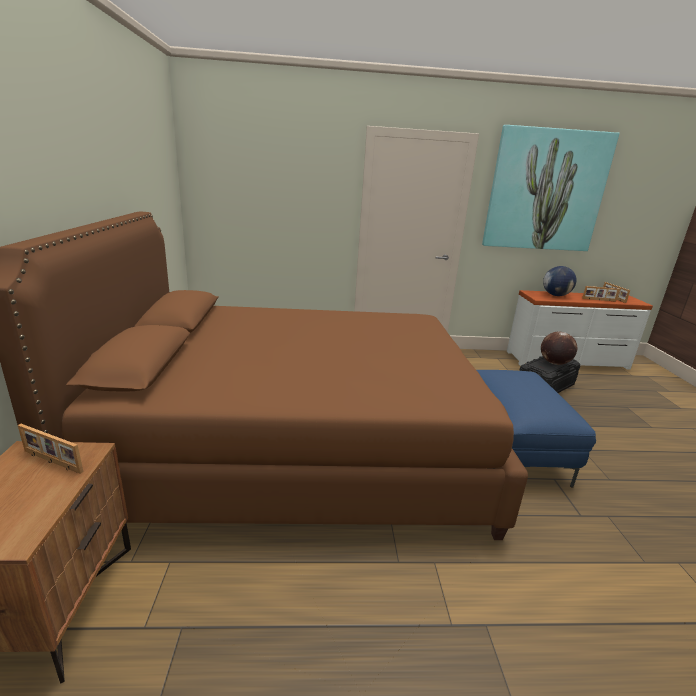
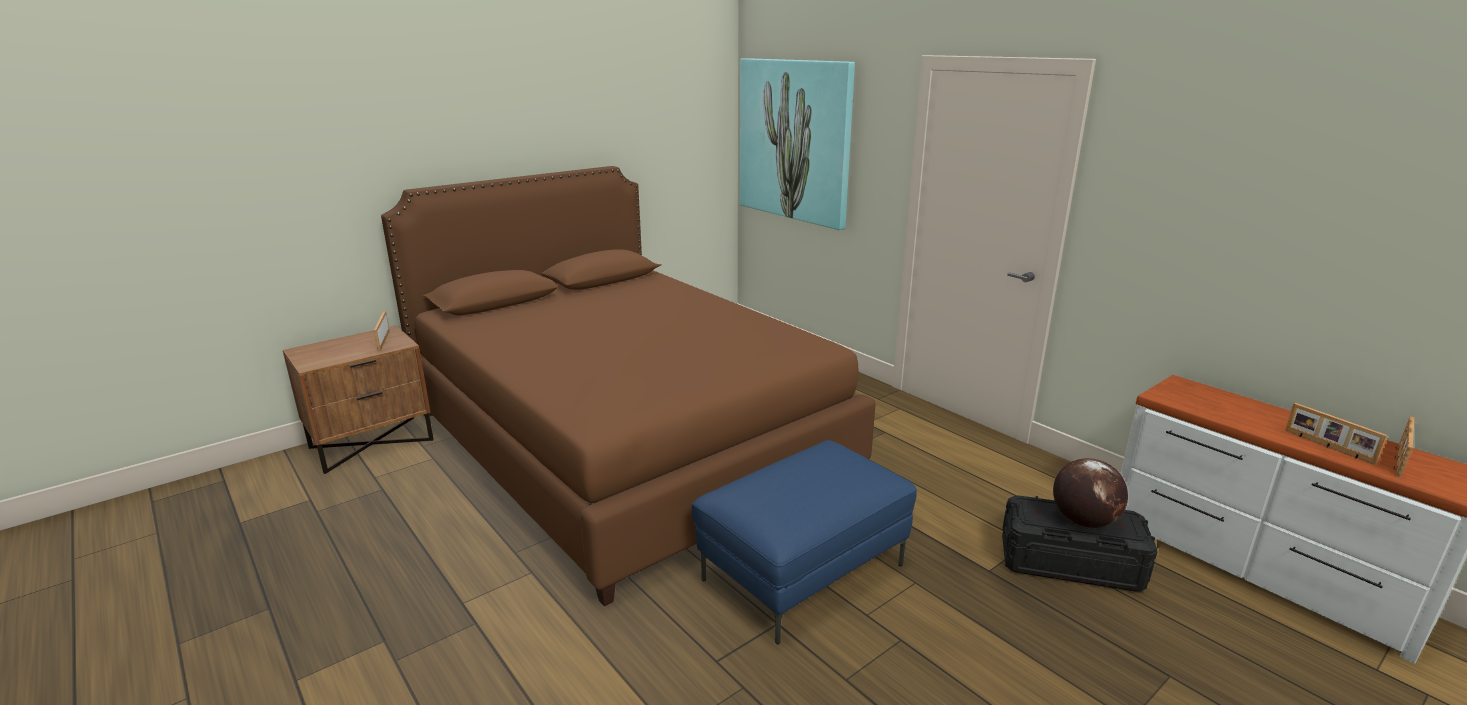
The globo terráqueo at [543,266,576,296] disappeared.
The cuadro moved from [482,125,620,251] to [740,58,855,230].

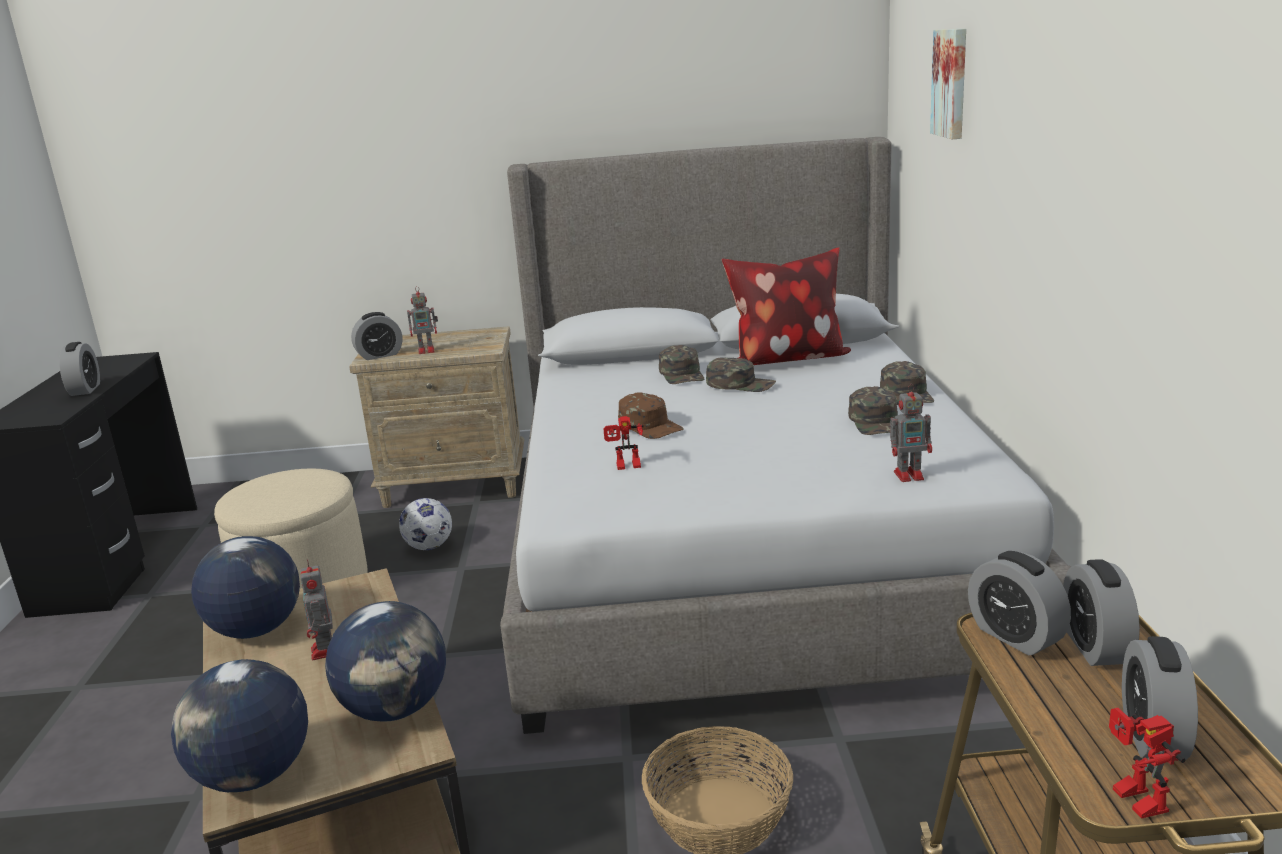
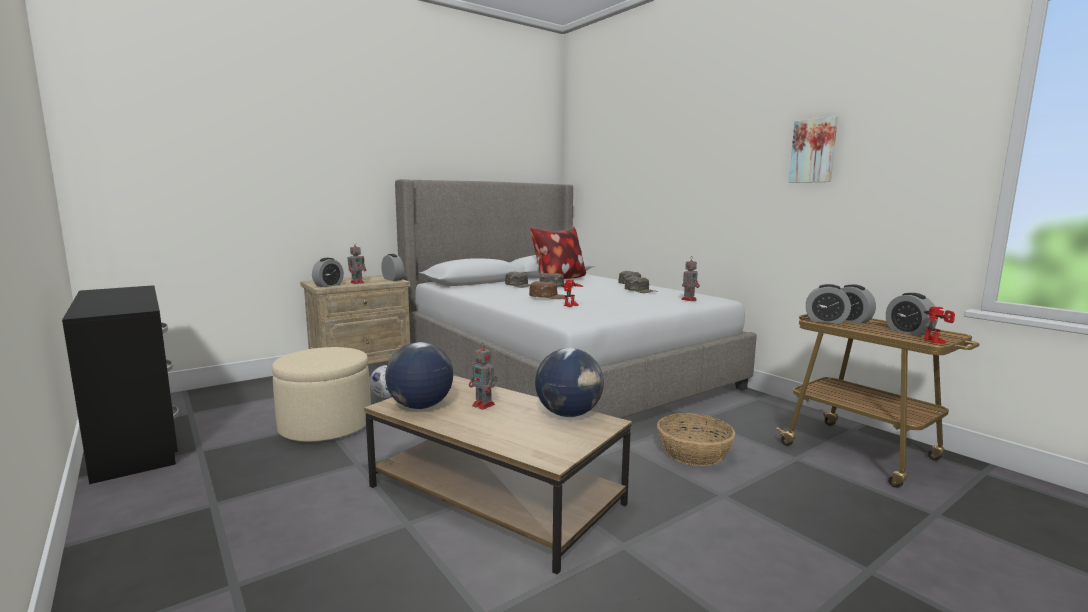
The globo terráqueo at [171,659,308,792] disappeared.
The despertador moved from [59,342,100,396] to [381,254,404,281].
The cuadro moved from [930,29,966,139] to [789,116,838,183].
The robot de juguete at [1109,708,1186,819] turned 135 degrees counterclockwise.

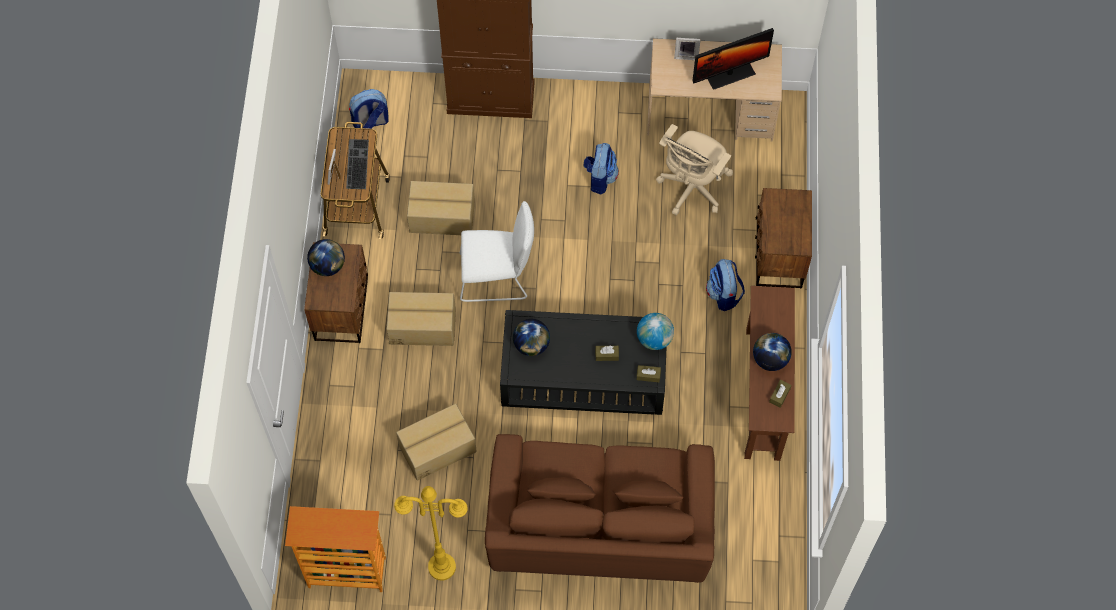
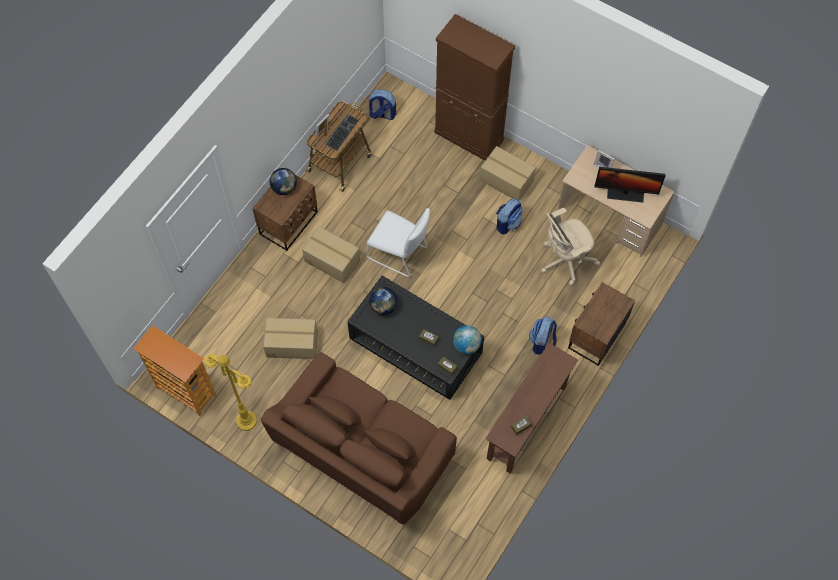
The globo terráqueo at [753,333,792,371] disappeared.
The caja de cartón moved from [407,181,475,235] to [480,146,536,201].

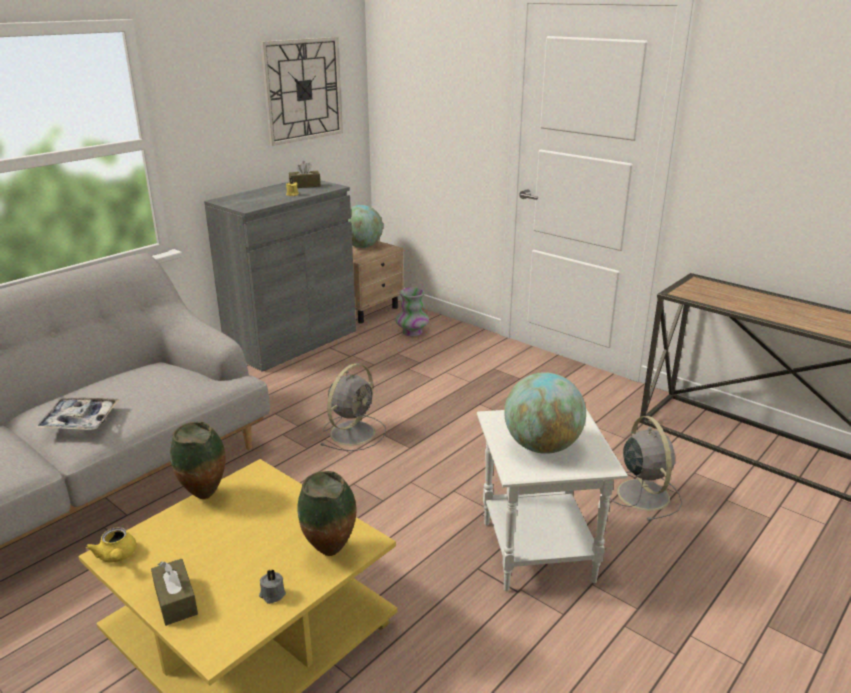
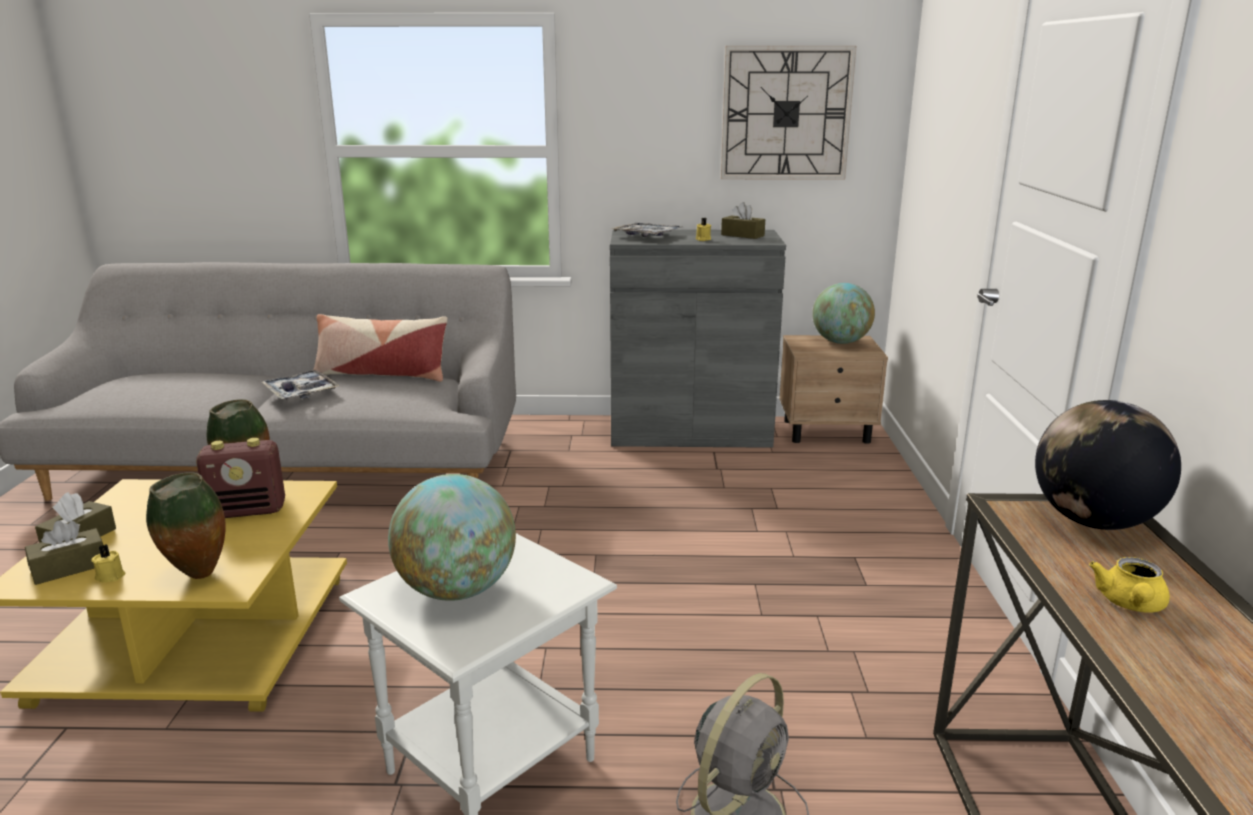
The ventilador (gris) at [321,363,386,451] disappeared.
The florero at [395,288,429,336] disappeared.
The caja de pañuelos (marrón) at [25,520,103,585] appeared.
The radio at [196,438,285,518] appeared.
The cojín at [313,314,448,382] appeared.
The bandeja at [611,223,682,237] appeared.
The globo terráqueo at [1035,400,1181,530] appeared.
The tetera (amarillo) moved from [86,527,137,563] to [1089,557,1170,613].
The vela (gris) at [259,569,286,604] became the vela (amarillo) at [91,545,126,582].

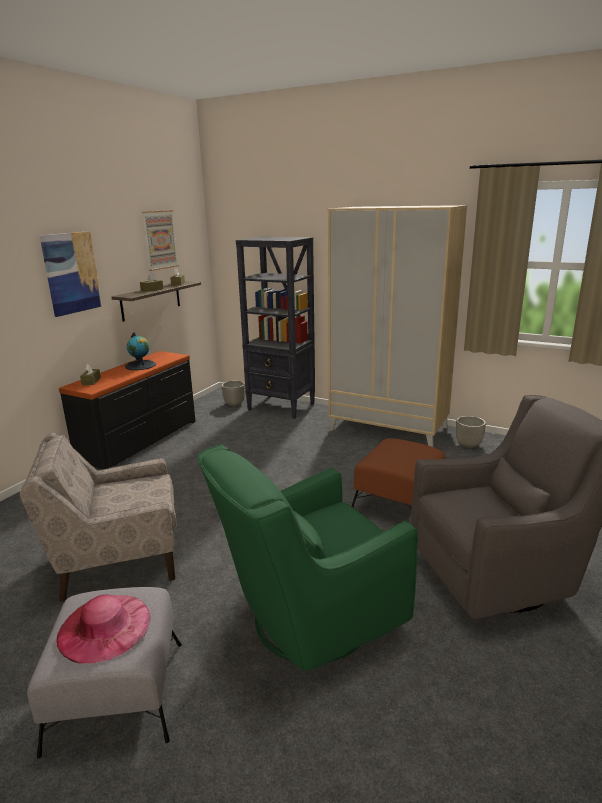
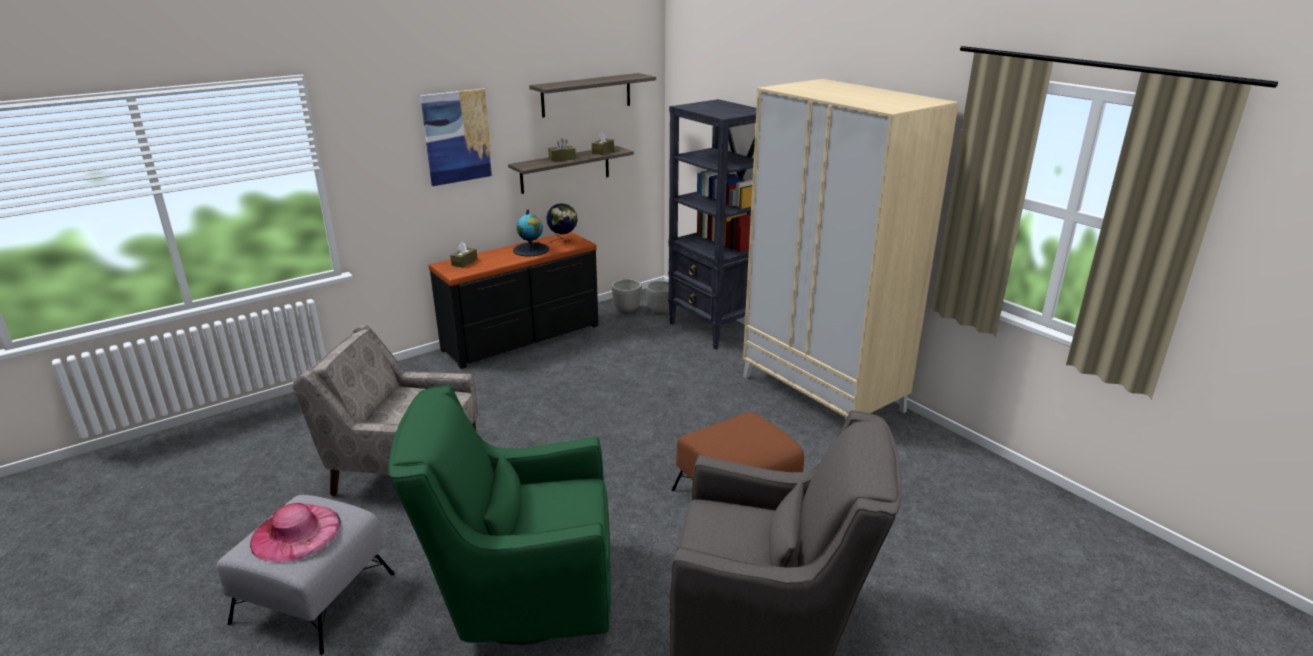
The globo terráqueo at [546,203,578,244] appeared.
The maceta moved from [456,416,486,448] to [612,279,642,313].
The cuadro at [142,210,179,271] was replaced by the estante at [529,73,656,118].

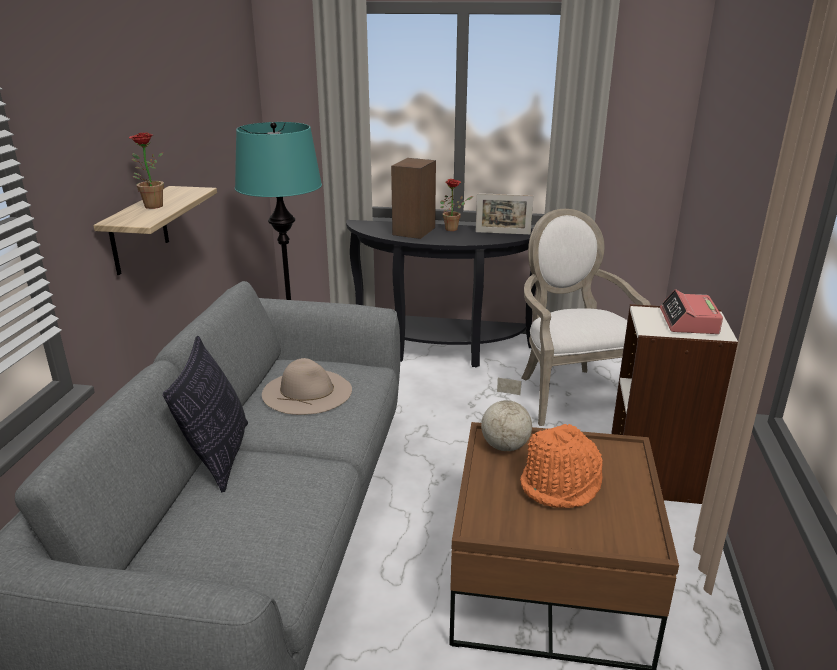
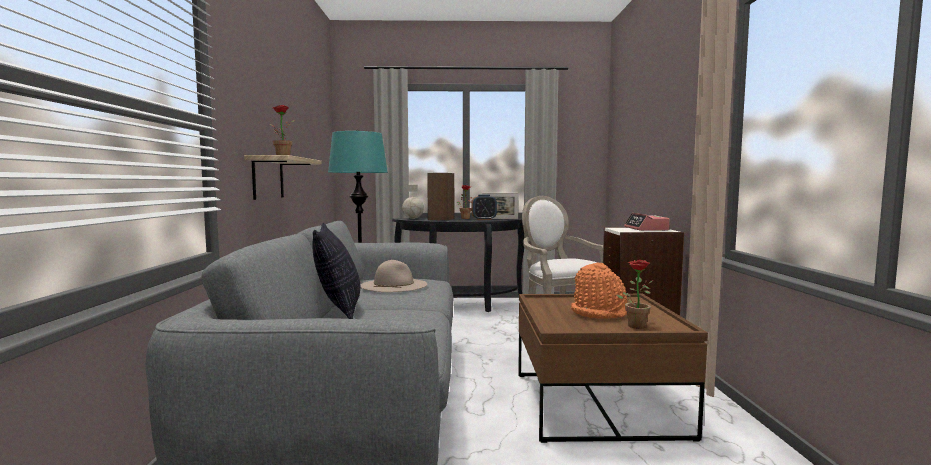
The despertador at [471,195,497,220] appeared.
The planta en maceta at [616,260,653,329] appeared.
The globo terráqueo moved from [481,378,532,451] to [402,185,424,219].

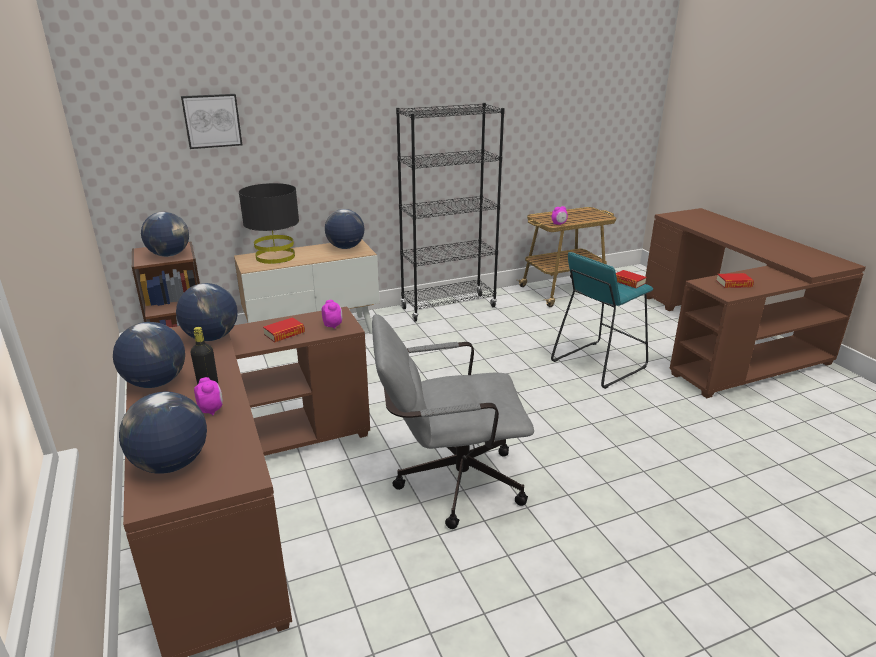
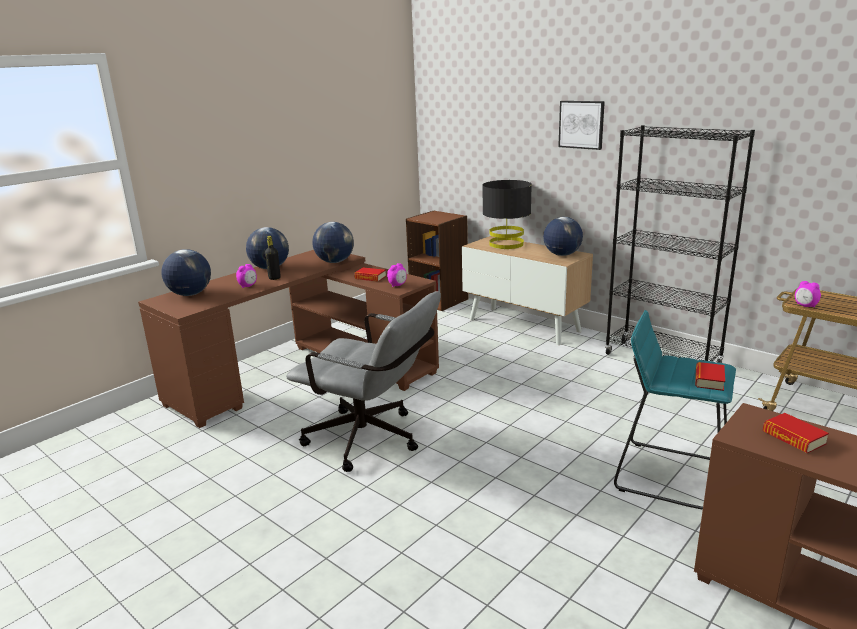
The globo terráqueo at [141,212,189,257] disappeared.
The cuadro moved from [181,94,242,149] to [558,101,605,150].
The silla de oficina (gris) at [372,314,534,529] turned 150 degrees clockwise.

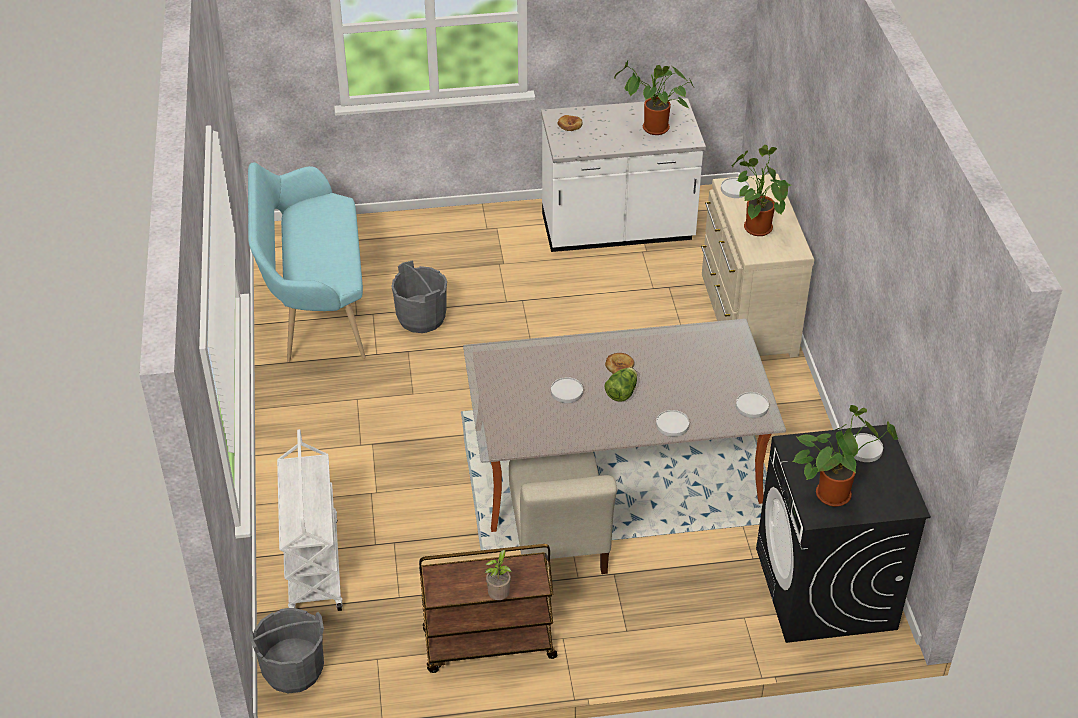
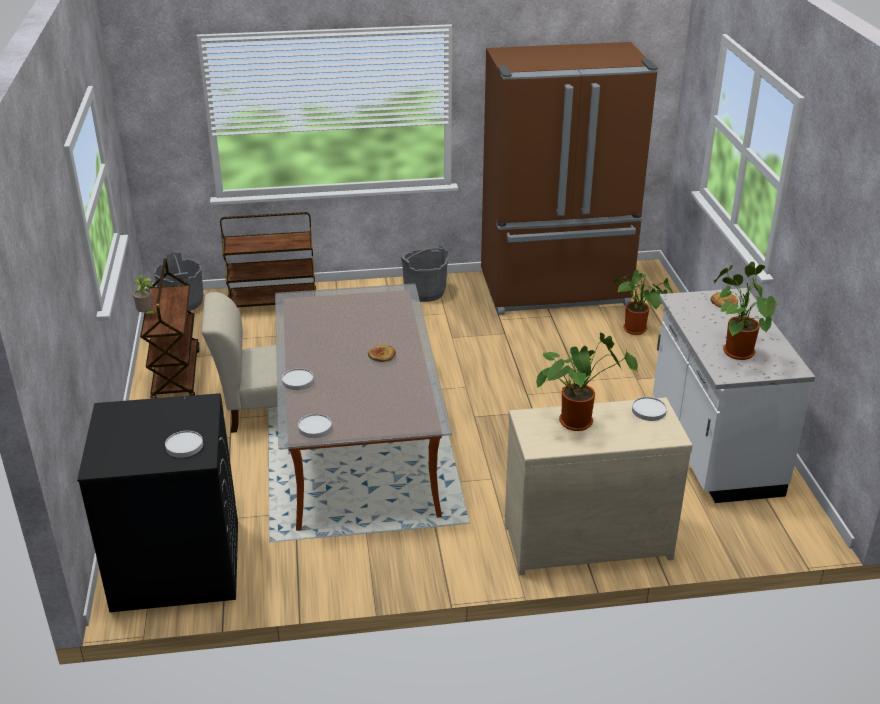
The plato (blanco) at [551,377,583,403] disappeared.
The lechuga at [604,368,637,402] disappeared.
The cubo (gris) moved from [391,260,447,333] to [401,245,448,302].
The planta en maceta moved from [792,405,898,507] to [613,270,673,335].
The banco (turquesa) at [248,162,366,362] was replaced by the nevera (marrón) at [481,42,658,315].
The carrito (blanco) at [277,429,343,611] became the carrito (marrón) at [220,212,316,307].

